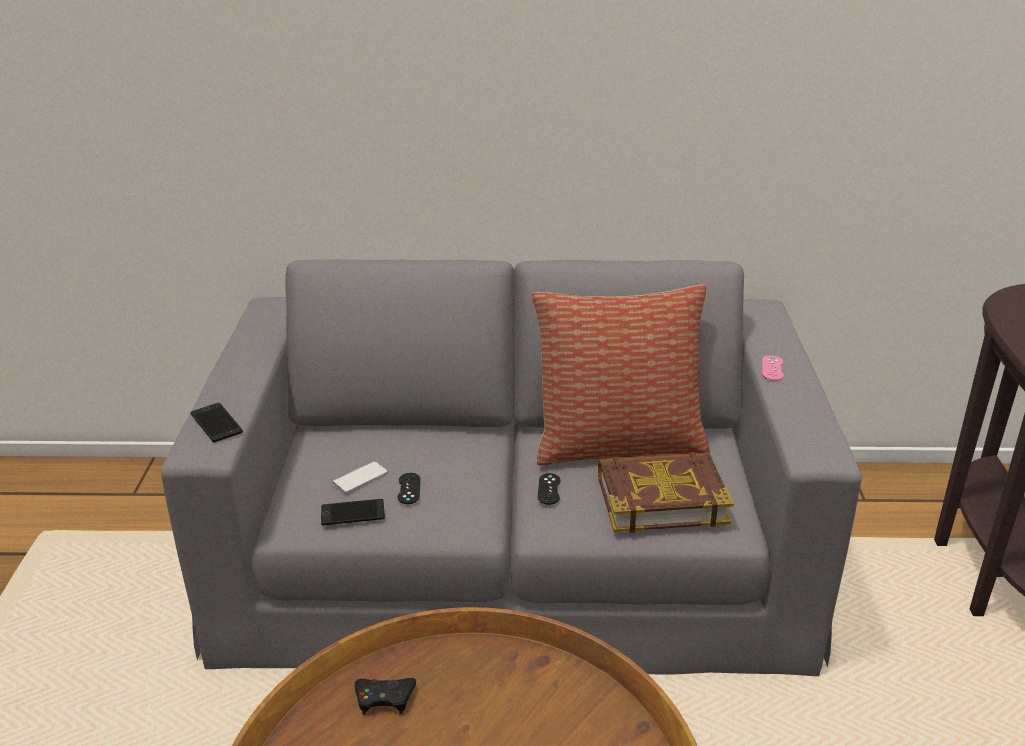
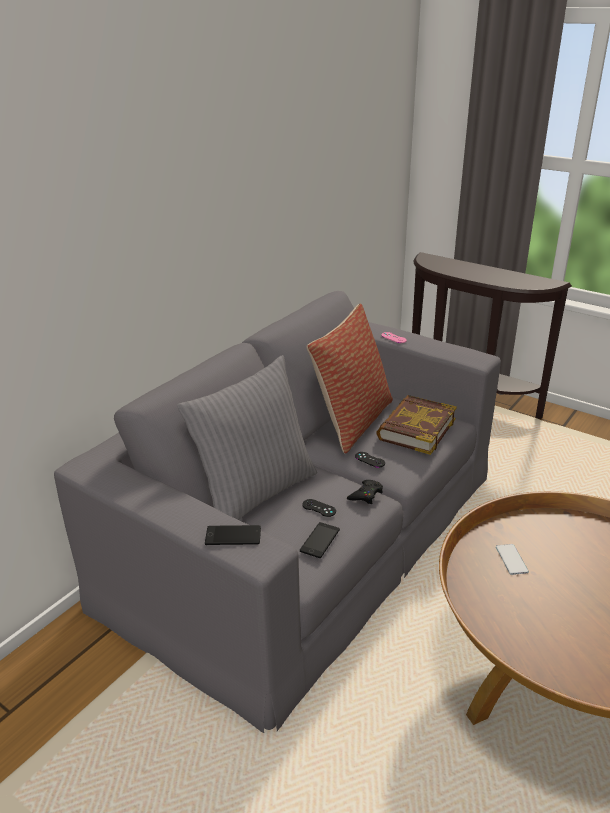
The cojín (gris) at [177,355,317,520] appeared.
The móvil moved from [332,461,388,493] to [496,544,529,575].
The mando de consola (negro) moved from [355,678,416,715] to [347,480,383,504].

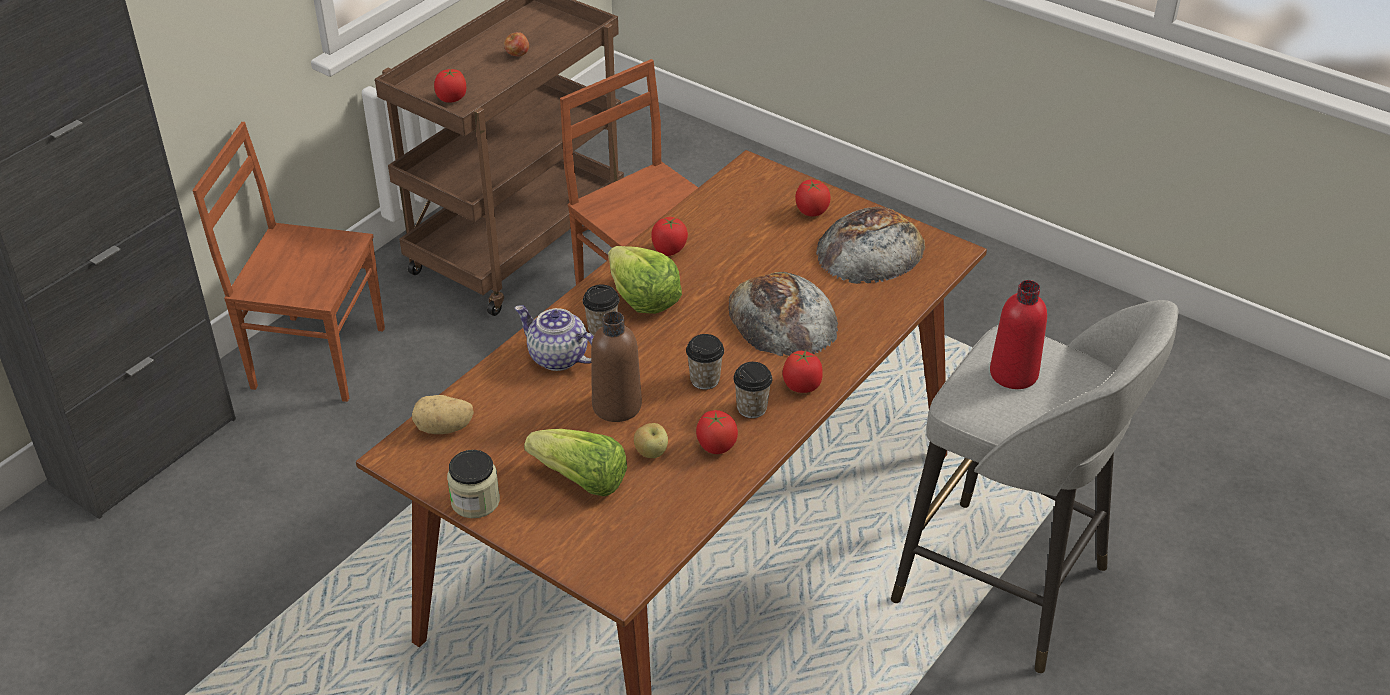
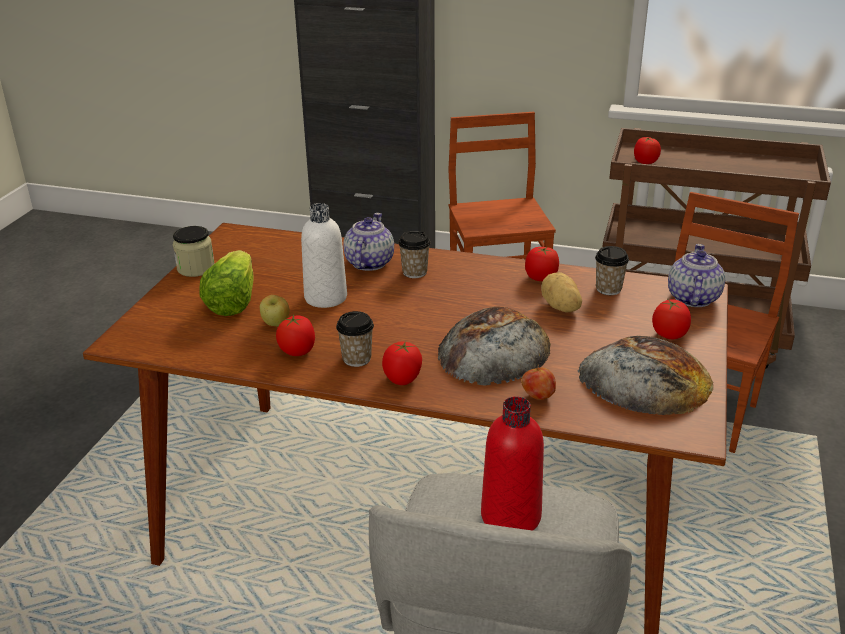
The lechuga at [608,246,682,314] disappeared.
The tetera at [668,244,725,307] appeared.
The patata moved from [412,395,474,434] to [541,272,582,313].
The manzana moved from [504,32,529,56] to [521,365,556,400].
The taza moved from [686,334,724,390] to [595,246,629,295].
The botella (marrón) at [591,311,642,422] became the botella (blanco) at [301,203,347,308].

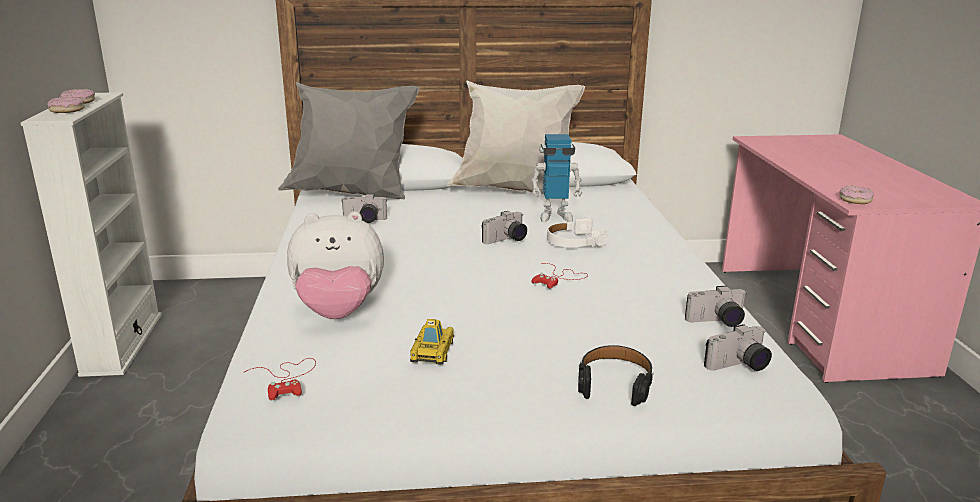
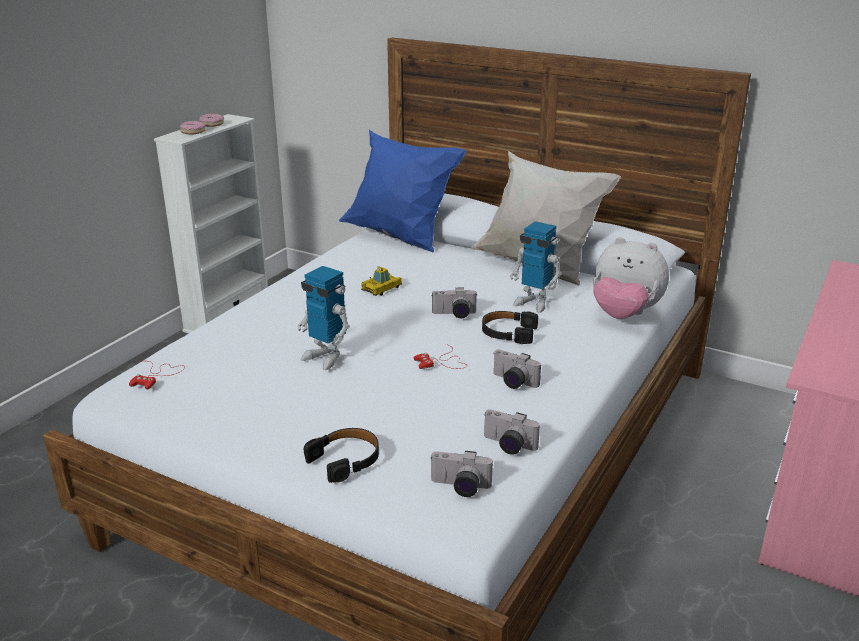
The rosquilla at [839,186,874,204] disappeared.
The robot de juguete at [298,266,350,370] appeared.
The peluche moved from [287,211,384,319] to [593,237,669,319].
The cámara moved from [342,194,387,223] to [493,350,541,389].
The coche de juguete moved from [410,319,454,365] to [361,266,402,296].
The cojín (gris) at [278,82,420,199] became the cojín (azul) at [339,130,466,252].
The auriculares (blanco) at [547,218,607,247] became the auriculares (negro) at [482,311,538,344].

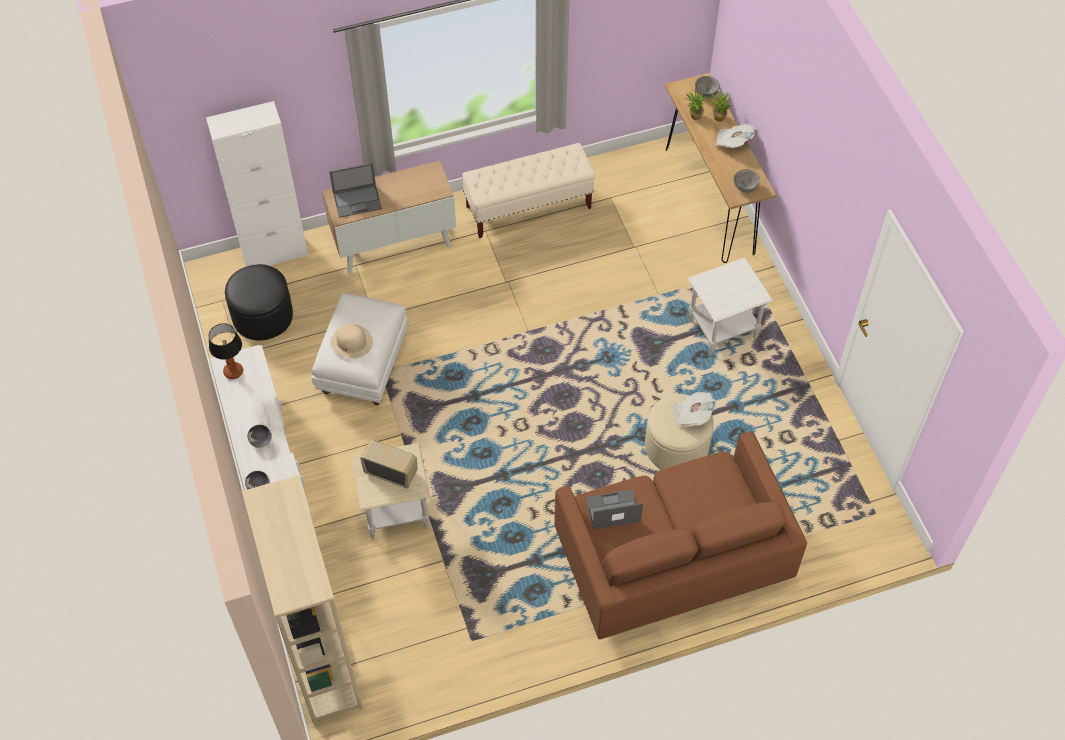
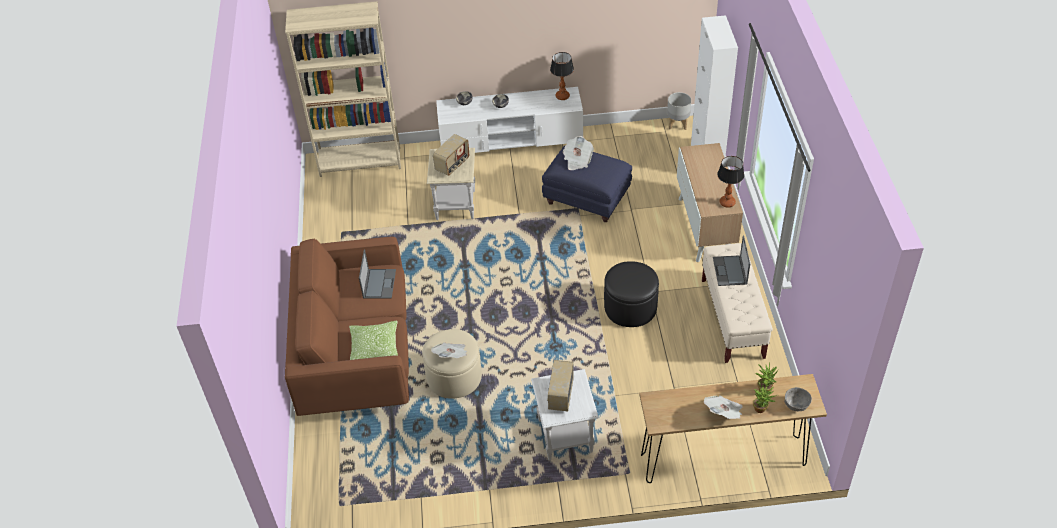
The cuenco (gris) at [734,169,760,193] disappeared.
The cojín at [349,320,398,360] appeared.
The radio at [547,360,574,411] appeared.
The maceta (gris) at [667,92,691,130] appeared.
The lámpara de mesa at [717,156,744,208] appeared.
The puf (negro) moved from [225,264,293,341] to [604,261,659,327].
The portátil moved from [329,163,382,218] to [713,236,750,286].
The sombrero (beis) at [330,324,373,358] was replaced by the periódico at [563,136,594,170].
The puf (blanco) at [311,293,408,405] became the puf (azul) at [542,145,632,222].

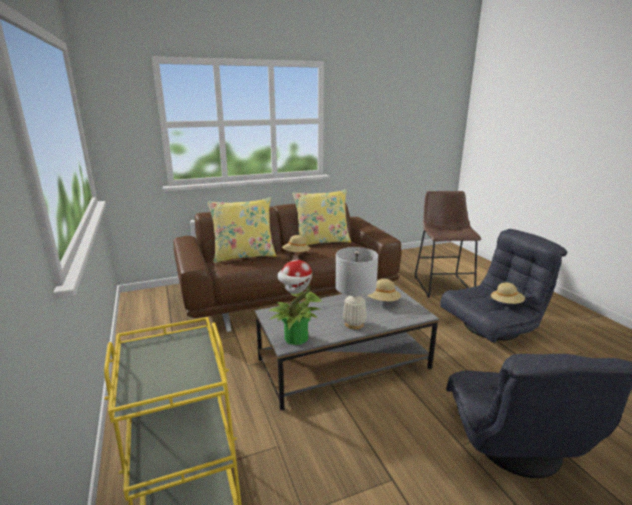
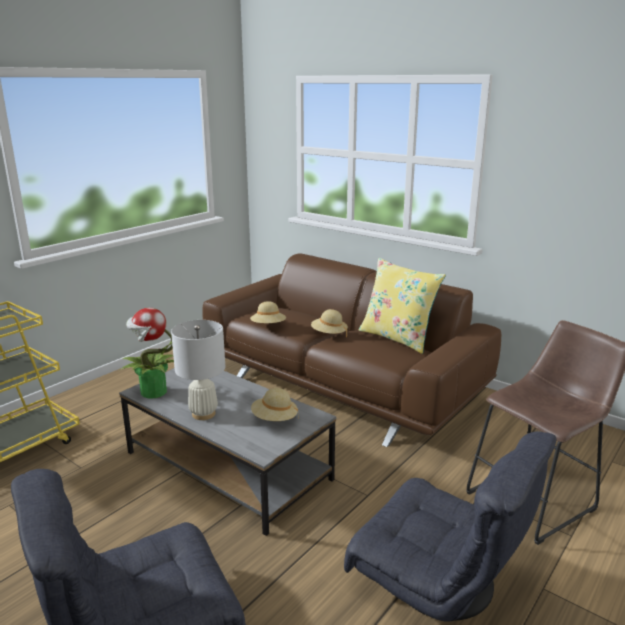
The cojín (amarillo) at [207,197,276,263] disappeared.
The sombrero (beis) moved from [490,282,525,304] to [250,301,286,323].

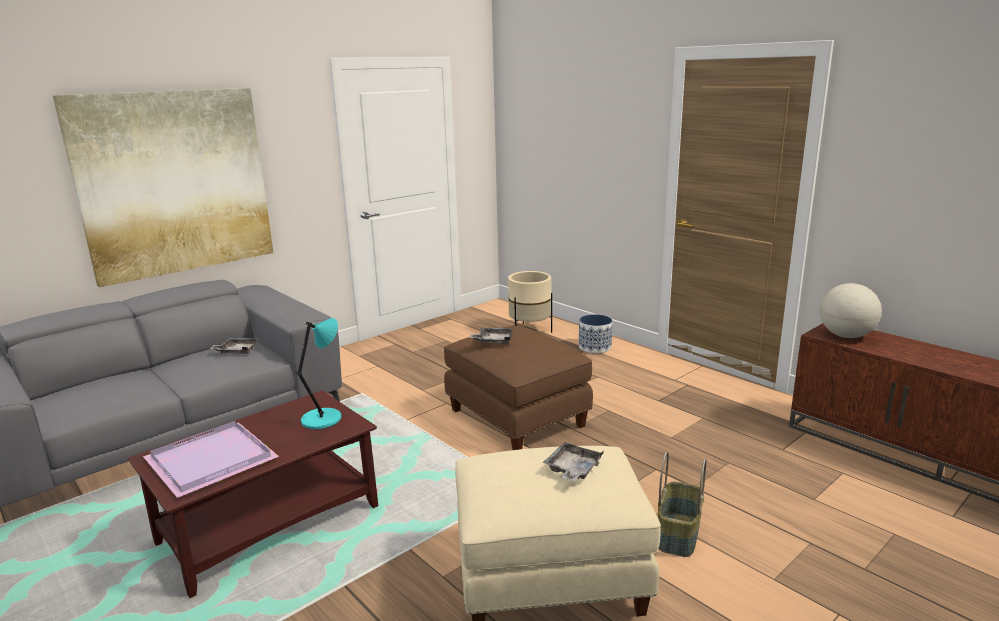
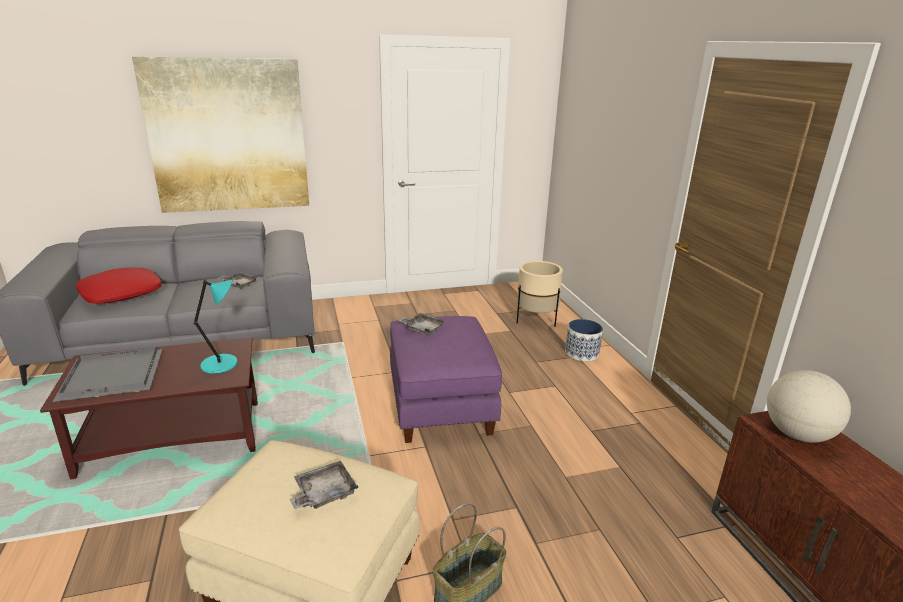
The cojín (rojo) at [76,267,162,304] appeared.
The bandeja (morado) at [143,421,279,498] became the bandeja (gris) at [53,347,162,402].
The puf (marrón) at [444,326,593,450] became the puf (morado) at [390,316,502,443].

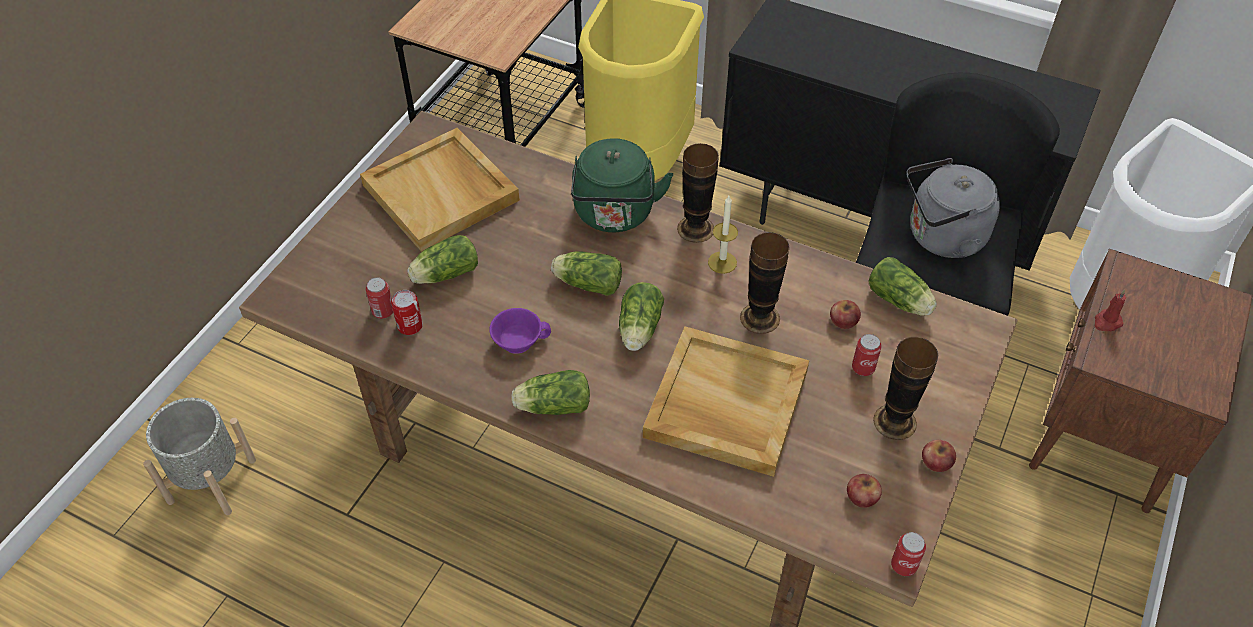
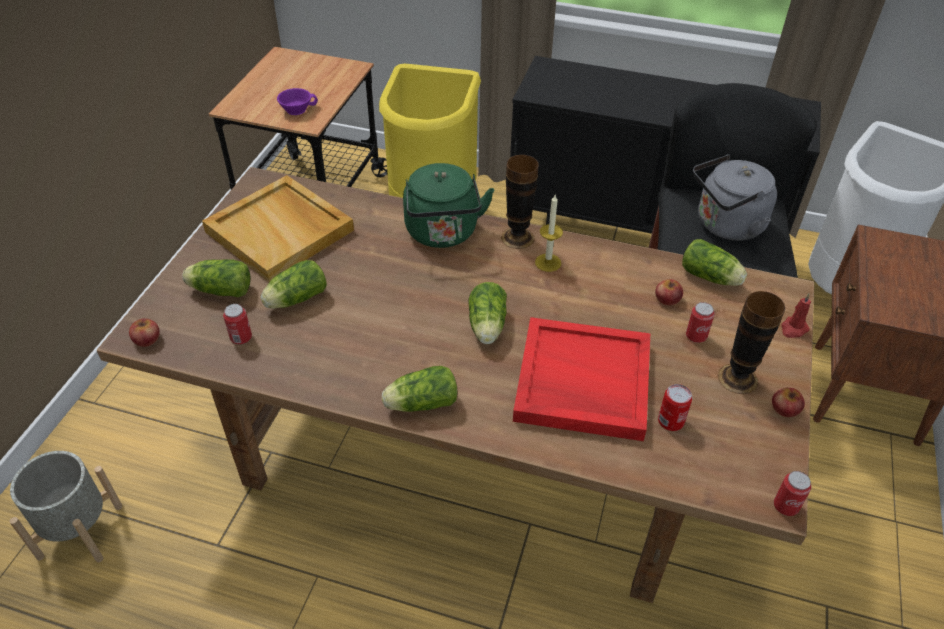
The florero at [740,232,790,334] disappeared.
The lata moved from [391,290,423,335] to [658,384,693,431].
The taza (morado) moved from [489,308,551,354] to [277,88,318,115].
The lechuga moved from [551,251,622,296] to [182,259,251,297].
The manzana moved from [847,474,882,508] to [129,318,160,347].
The vela (rojo) moved from [1095,290,1126,331] to [781,294,811,338].
The bandeja (beis) at [643,326,809,477] became the bandeja (rojo) at [513,317,650,441].

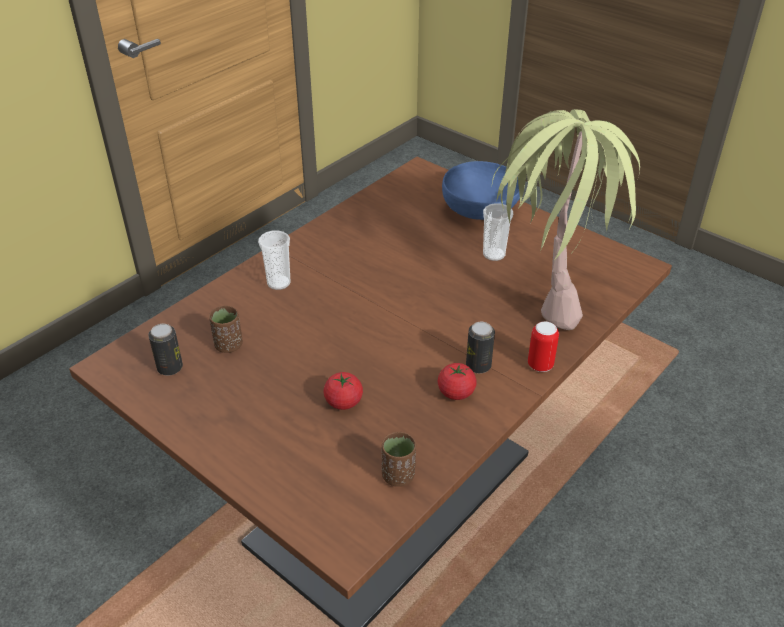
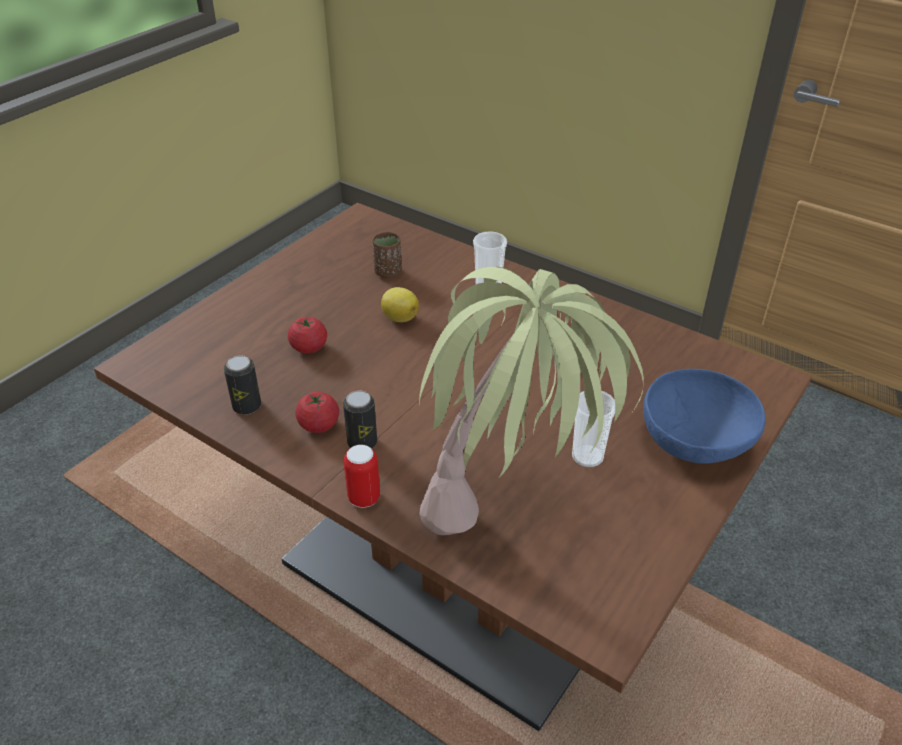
The taza (marrón) at [382,432,416,487] disappeared.
The limón at [381,287,419,322] appeared.
The lata moved from [148,324,183,376] to [224,355,261,415].

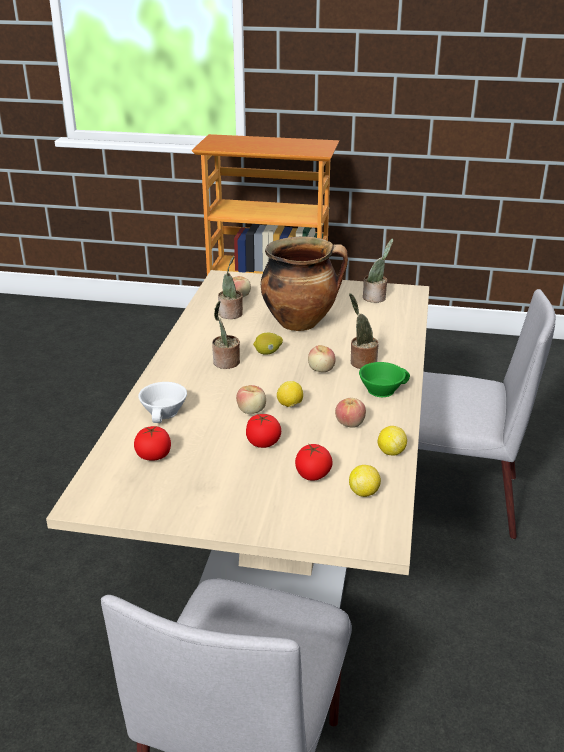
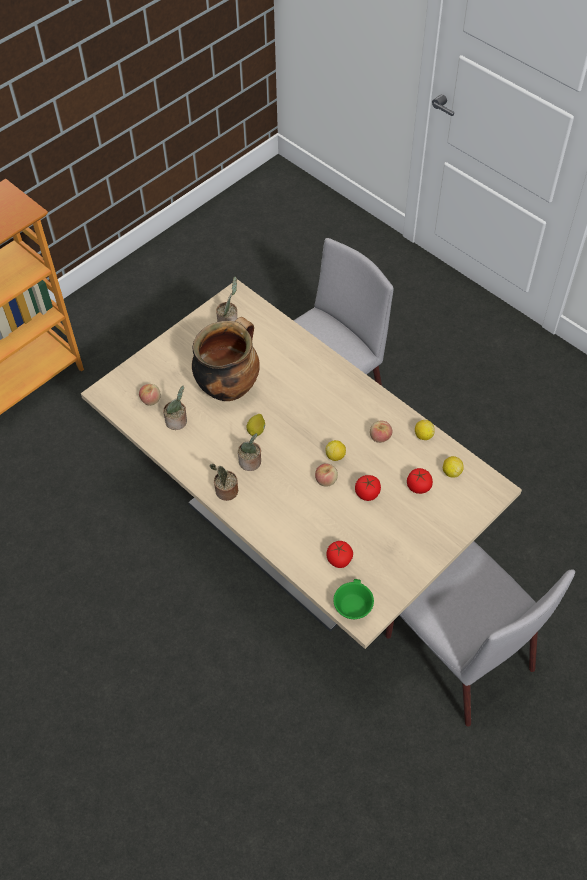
The taza (blanco) at [138,382,187,423] disappeared.
The manzana at [308,345,335,372] disappeared.
The planta en maceta moved from [349,293,379,369] to [210,464,238,501].
The taza (verde) moved from [359,362,410,397] to [333,579,374,619].

